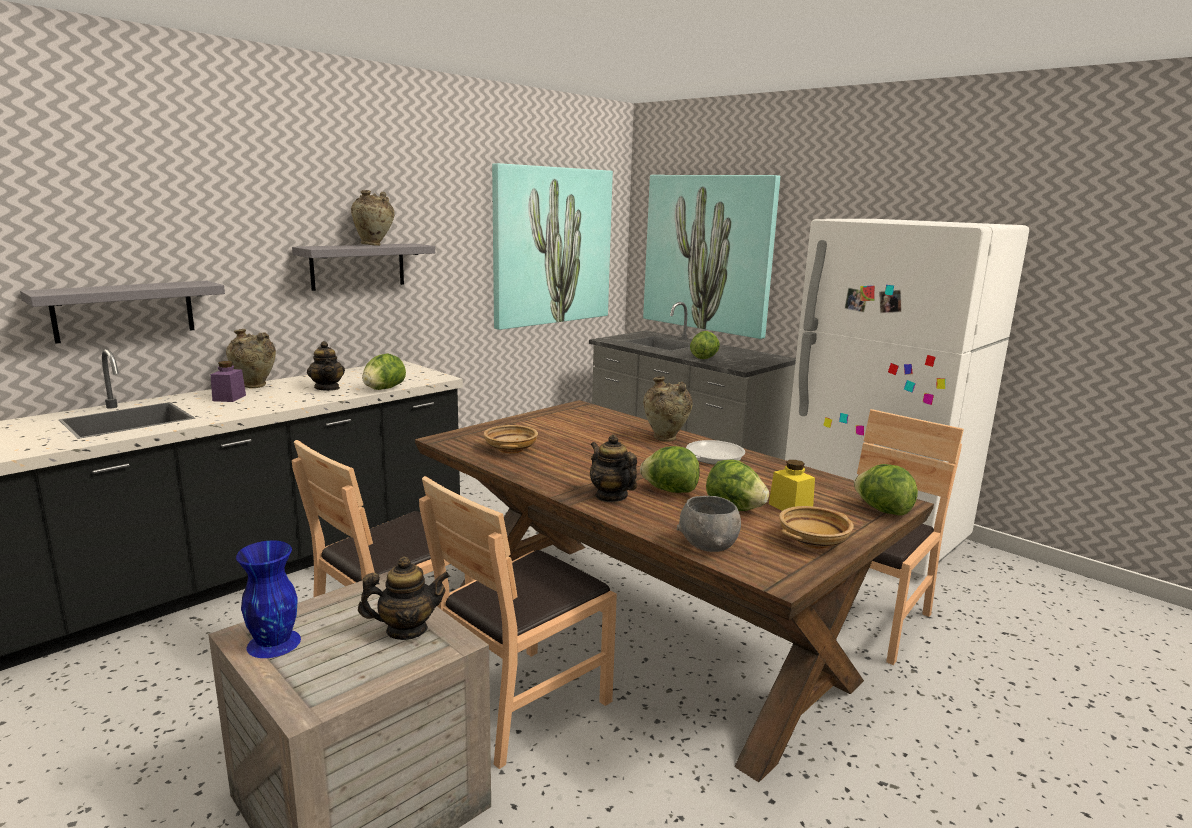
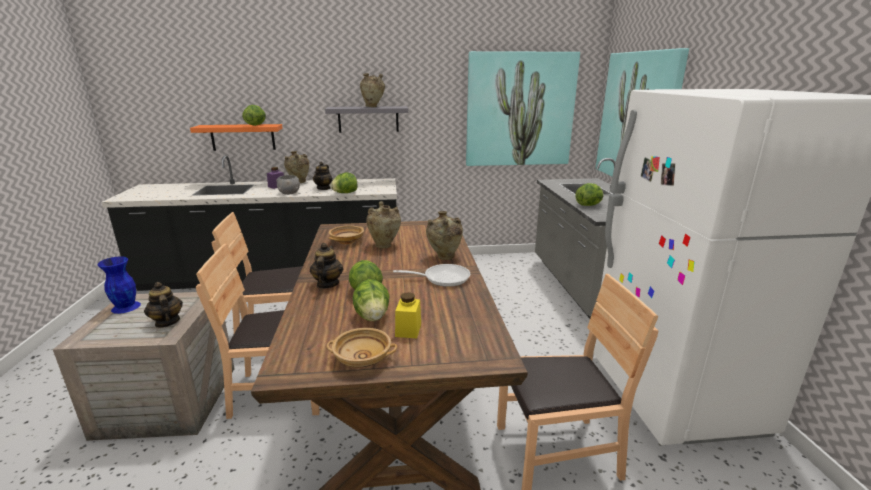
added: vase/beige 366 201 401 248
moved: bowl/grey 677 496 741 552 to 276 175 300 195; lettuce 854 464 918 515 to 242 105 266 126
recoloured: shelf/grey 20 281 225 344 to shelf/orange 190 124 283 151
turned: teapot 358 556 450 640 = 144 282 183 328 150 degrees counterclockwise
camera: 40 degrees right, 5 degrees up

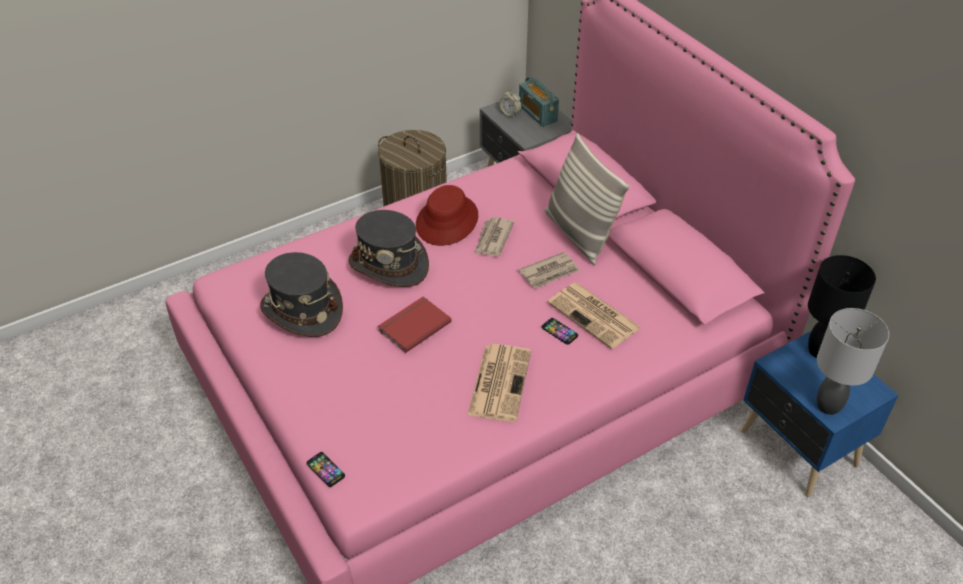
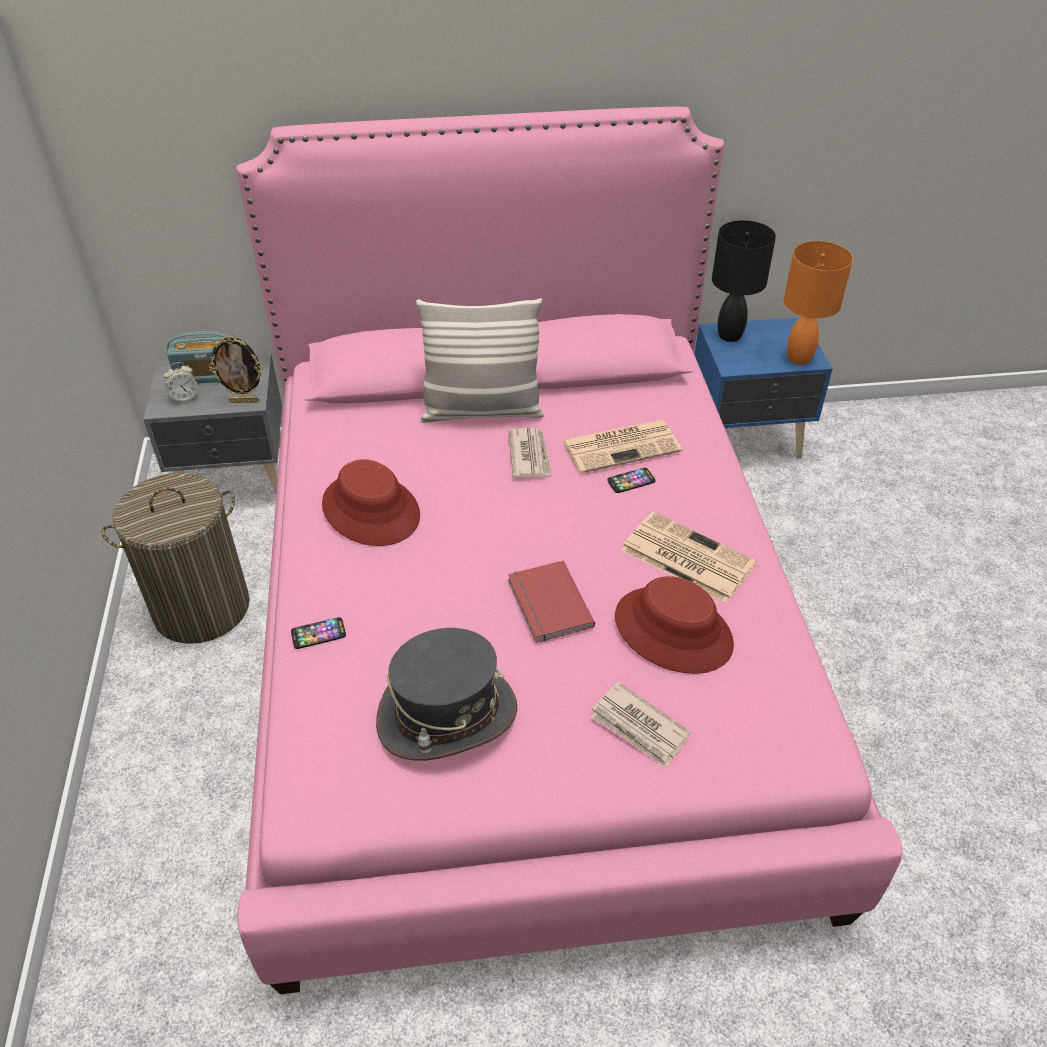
removed: hat/grey 348 210 429 287
added: picture frame 209 336 263 403; hat/red 615 576 734 674
moved: phone 307 452 345 487 to 291 617 346 649; newspaper 475 217 514 256 to 590 682 691 768
recoloured: table lamp/grey 817 308 889 415 to table lamp/orange 784 241 853 365
camera: 65 degrees left, 0 degrees up

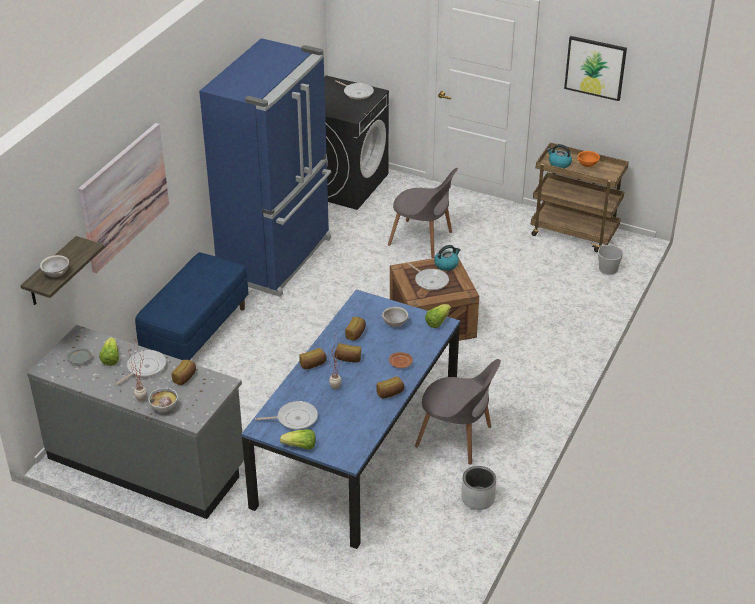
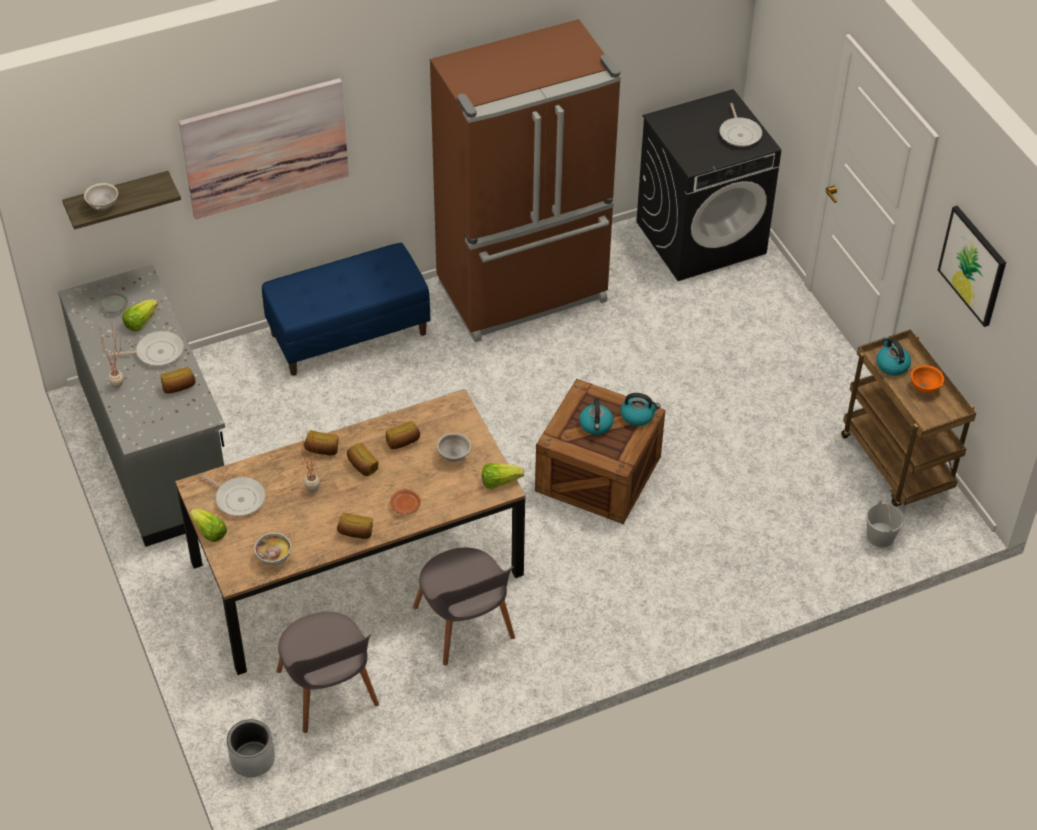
moved: bowl 149 388 178 412 to 255 533 291 565; chair/grey 388 168 458 258 to 277 612 379 733; planter/grey 461 466 496 510 to 227 719 275 777
replaced: frying pan 408 263 449 291 to kettle 579 398 614 435
recoloured: fridge/blue 199 38 331 297 to fridge/brown 430 19 621 342; dining table/blue 241 289 460 549 to dining table/brown 175 389 526 675
camera: 40 degrees right, 10 degrees up

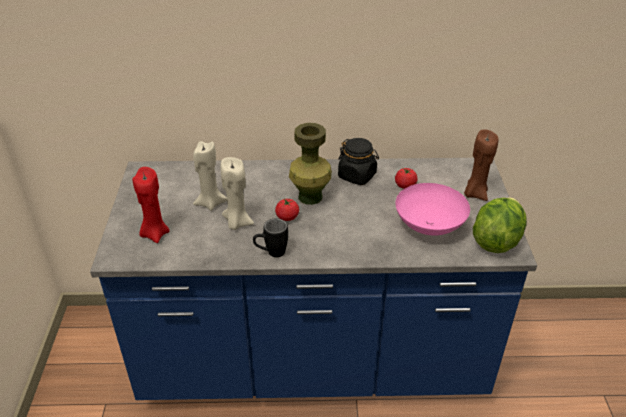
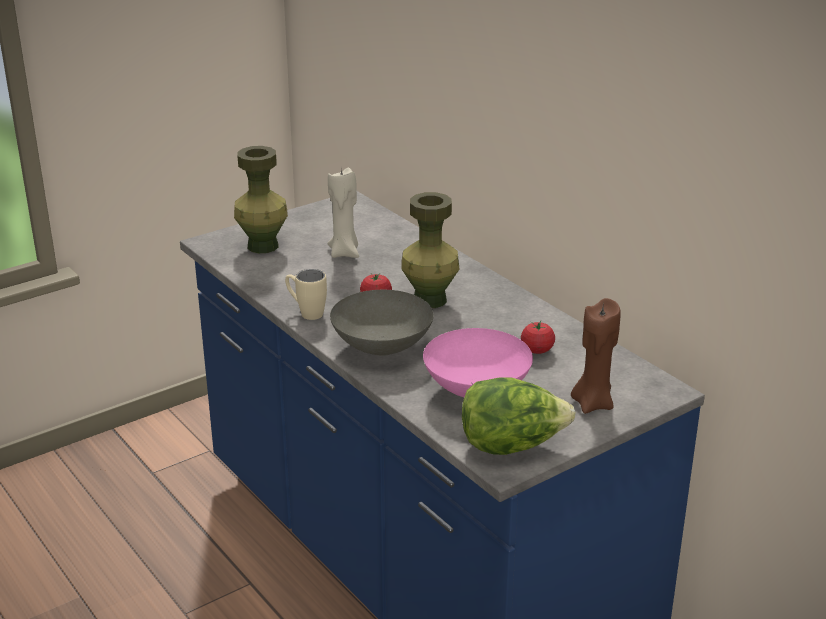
removed: candle/beige 220 157 254 230; jar/black 338 138 379 185
added: bowl/grey 330 290 434 356
replaced: candle/red 132 167 170 243 to vase/green 234 146 288 253
recoloured: mug/black 253 218 288 257 to mug/beige 285 269 327 320
camera: 55 degrees right, 10 degrees down

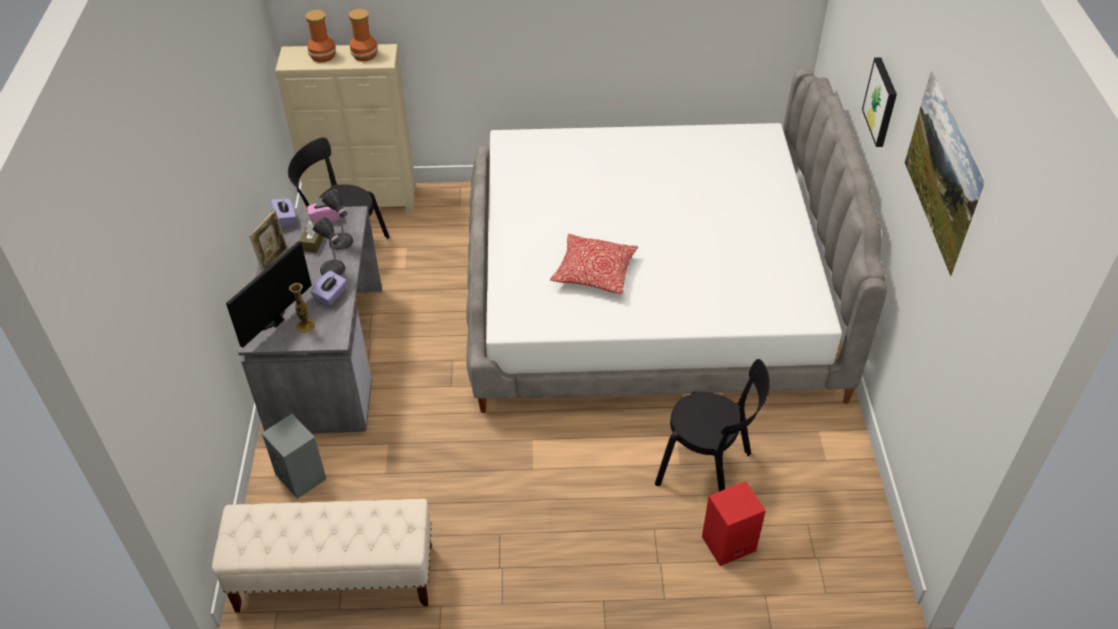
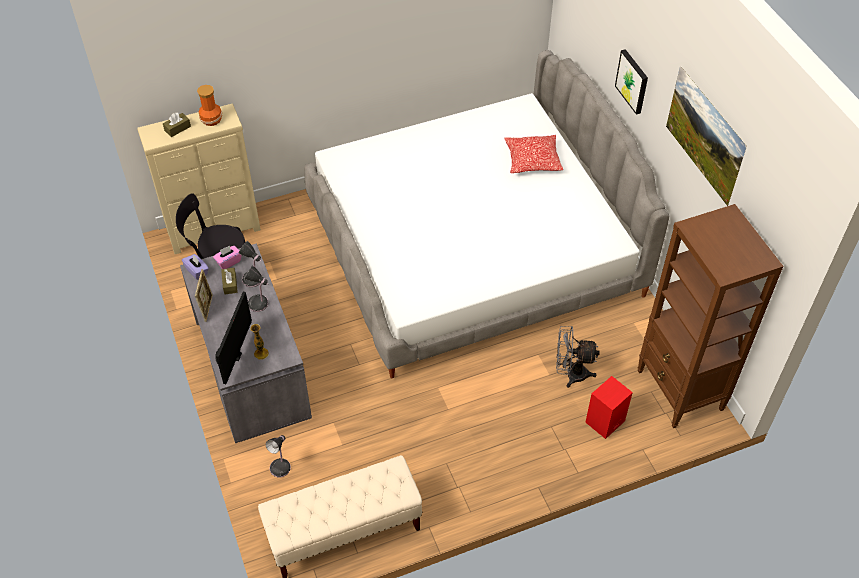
removed: tissue box/purple 311 271 347 306
added: bookcase/brown 637 204 784 428
moved: pillow 550 234 638 294 to 505 135 563 173
replaced: speaker/grey 261 414 326 499 to table lamp 266 435 291 477; vase 305 10 336 62 to tissue box/brown 163 112 191 137; chair/black 655 359 770 491 to fan/grey 556 326 600 388
camera: 20 degrees left, 5 degrees up

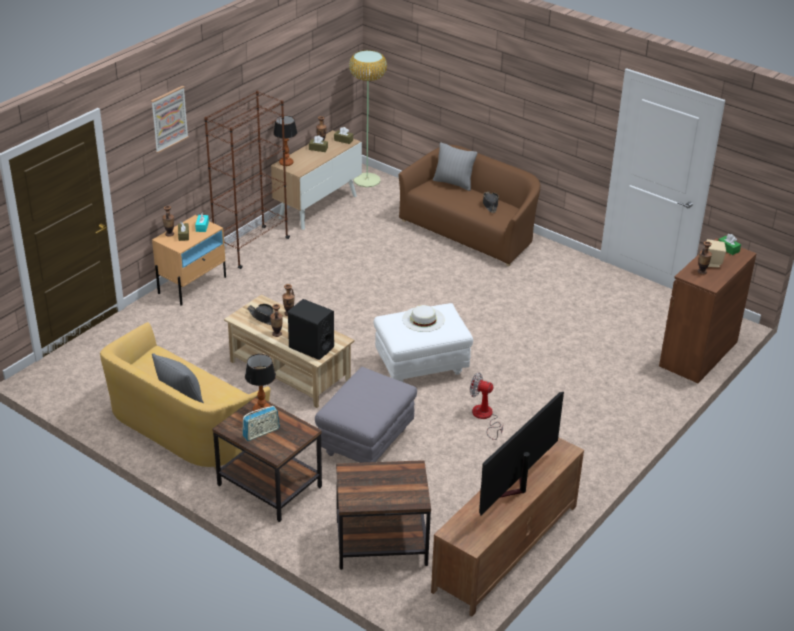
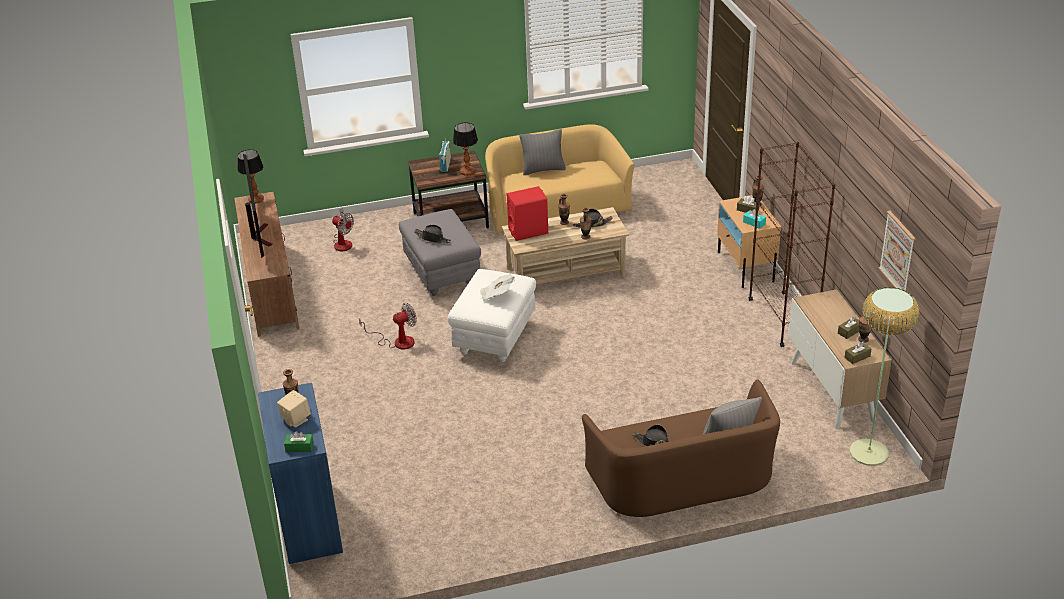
added: hat/black 414 225 451 244
moved: picture 151 86 189 153 to 878 211 915 292; table lamp 274 116 297 166 to 237 149 264 203
replaced: side table/brown 336 460 431 570 to fan 332 208 354 251; hat/white 402 305 445 332 to newspaper 480 274 515 301
recoloured: speaker/black 287 299 334 360 to speaker/red 507 186 548 241; cabinet/brown 659 238 757 383 to cabinet/blue 258 383 343 564
camera: 130 degrees right, 0 degrees up

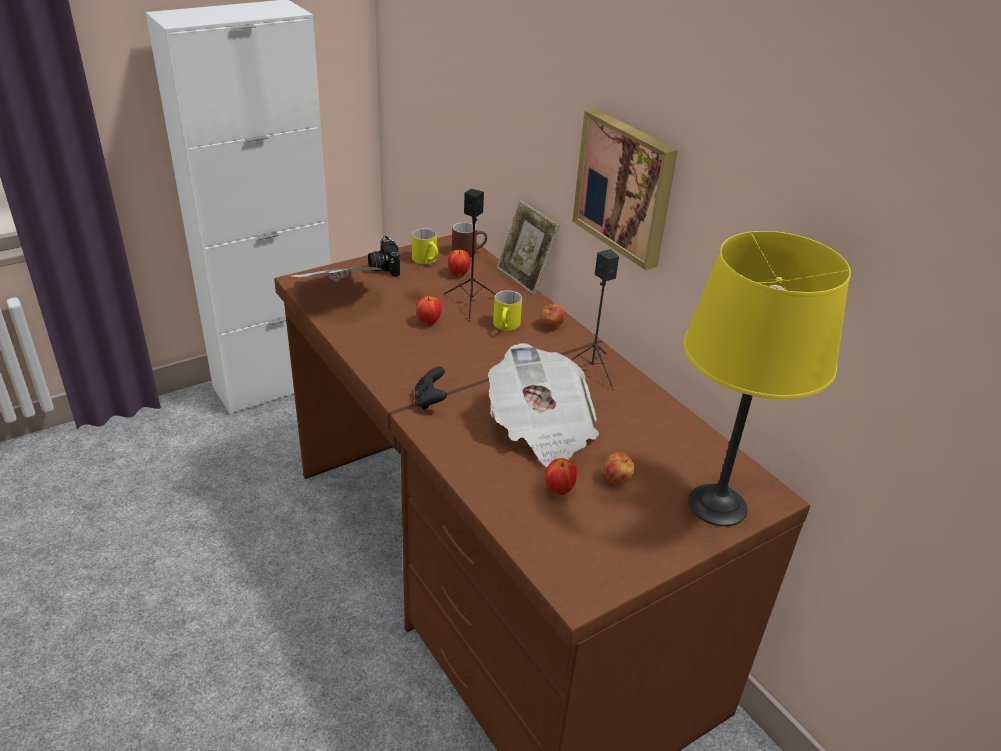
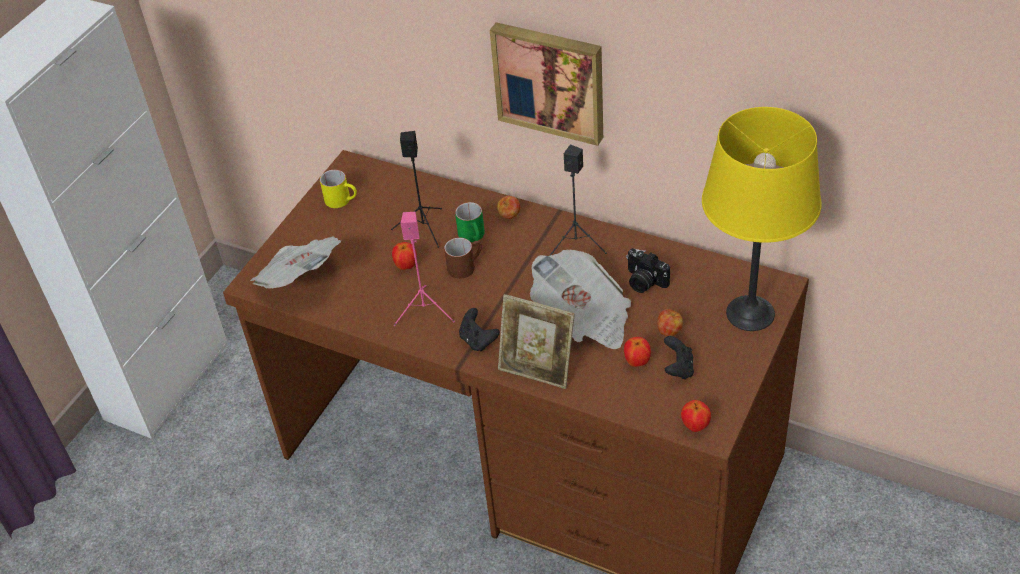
added: speaker/pink 394 212 455 326; game controller/black 664 336 694 380
moved: photo camera 368 236 400 277 to 626 248 670 293; apple 448 248 471 276 to 681 400 711 432; mug/brown 452 222 487 257 to 444 238 482 279; picture frame 497 200 560 295 to 498 294 575 389
recoloured: mug/yellow 493 290 522 331 to mug/green 455 202 485 242
camera: 25 degrees left, 10 degrees up

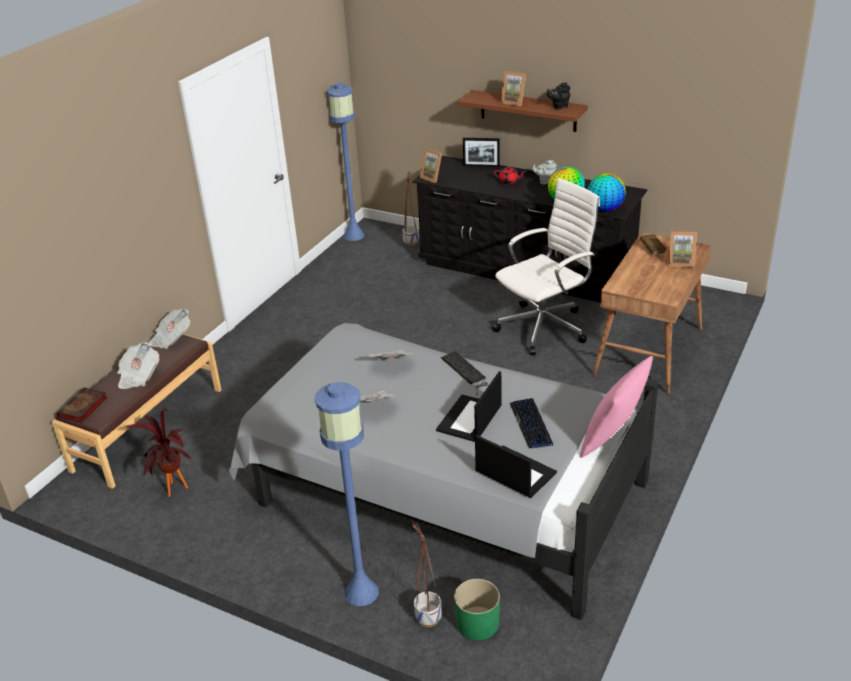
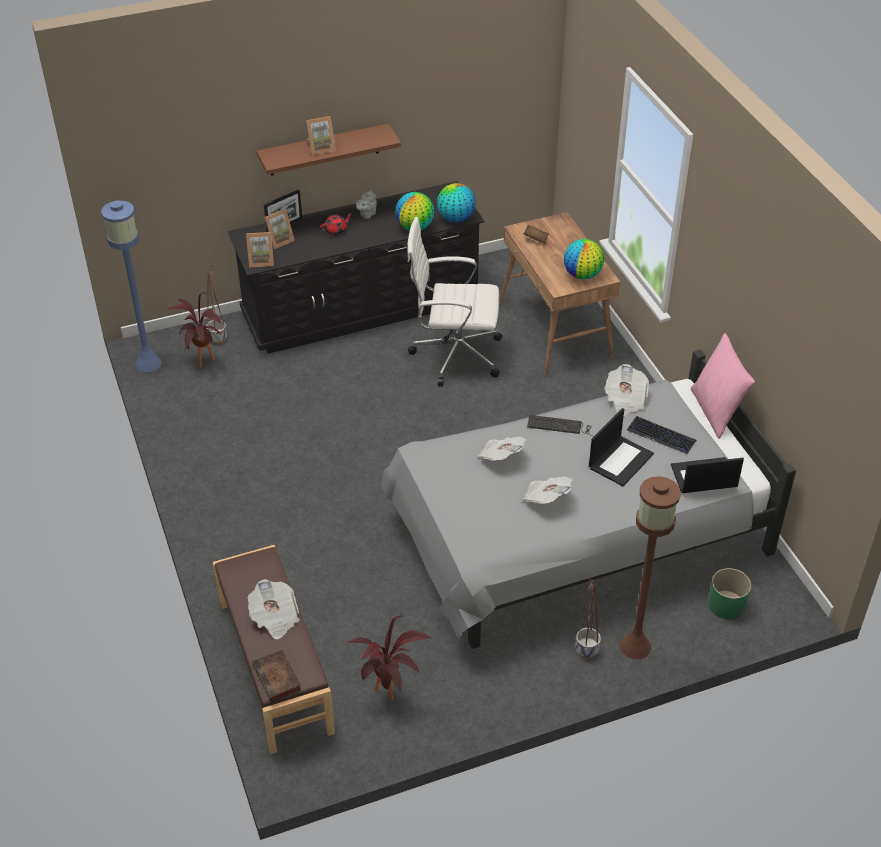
removed: teapot/black 547 82 570 110
added: potted plant 167 292 221 367; globe 564 239 604 279
moved: newspaper 149 309 190 349 to 604 364 649 415; planter 412 521 442 627 to 575 578 601 659; picture frame 668 231 697 267 to 264 209 295 249
recoloured: floor lamp/blue 315 382 379 606 to floor lamp/brown 620 476 681 659
turned: laptop 436 371 502 442 = 589 408 654 486 120 degrees counterclockwise; office chair/white 492 178 600 355 = 407 217 502 386 90 degrees counterclockwise
camera: 50 degrees left, 10 degrees up

